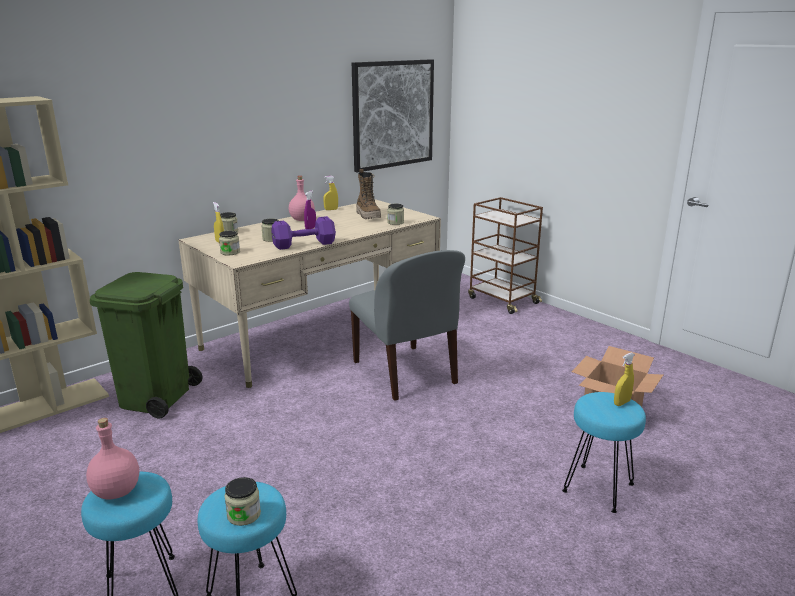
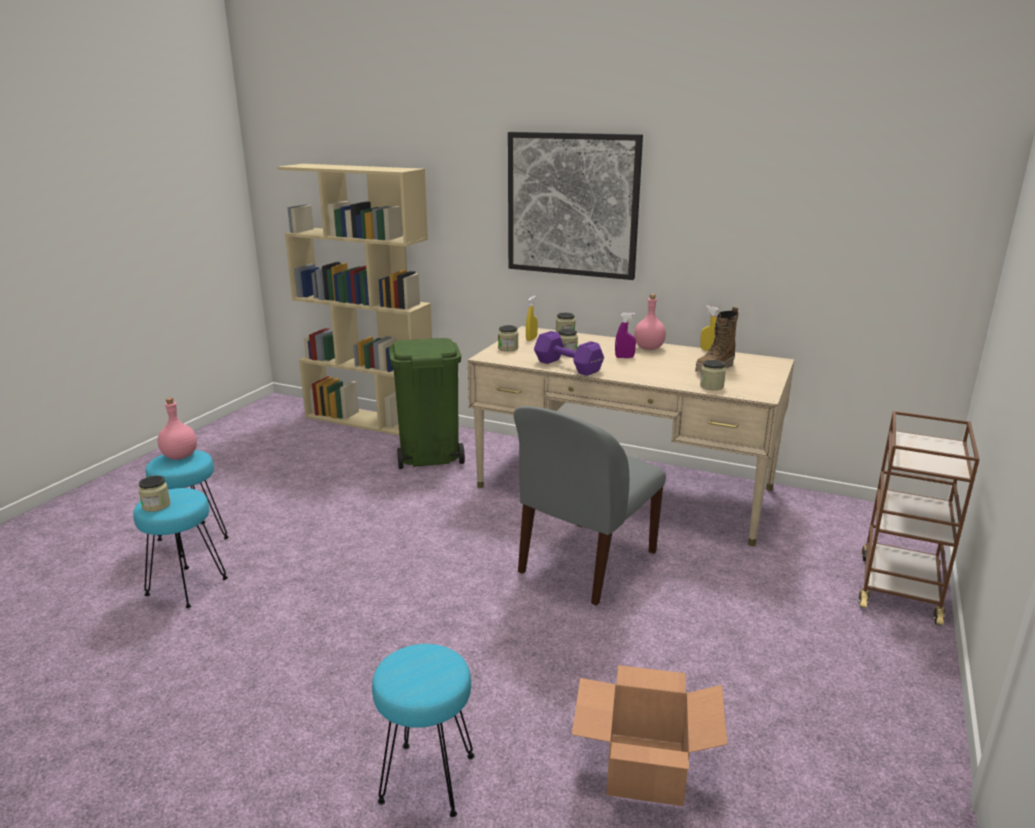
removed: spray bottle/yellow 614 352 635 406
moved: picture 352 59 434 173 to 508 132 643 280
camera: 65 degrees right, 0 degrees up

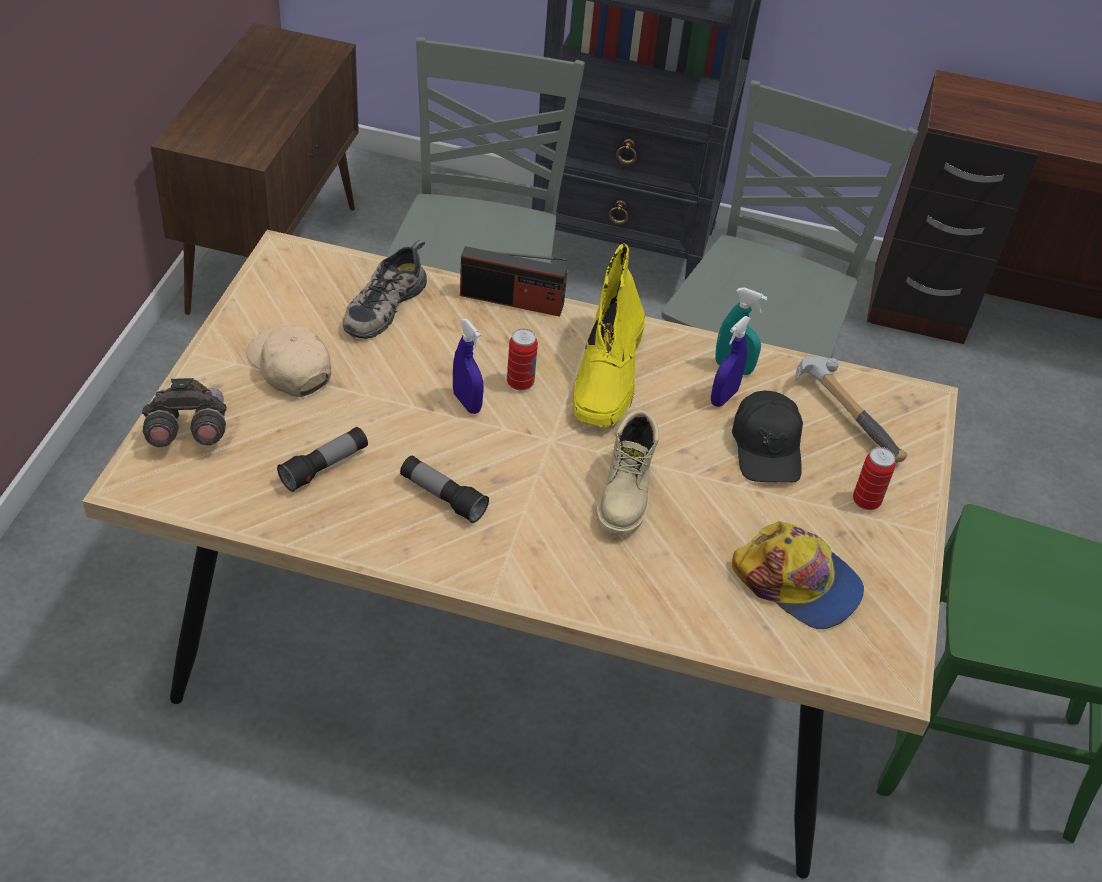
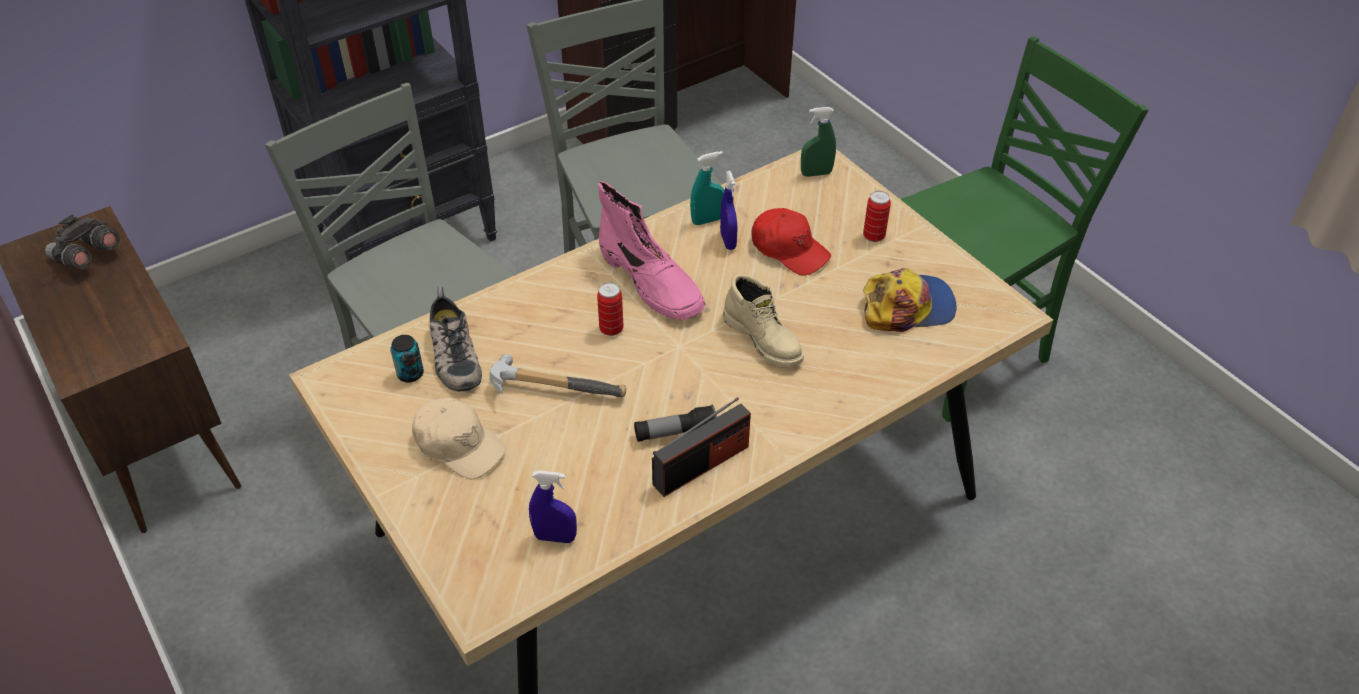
removed: flashlight 277 427 368 492
added: can 390 335 424 383; spray bottle/green 801 107 836 177
moved: binoculars/grey 142 378 227 447 to 45 215 120 270; spray bottle/blue 453 319 484 414 to 529 471 577 543; radio 460 246 567 317 to 652 397 751 497; hammer 795 356 907 462 to 490 354 626 397
recoloured: boot/yellow 573 243 645 428 to boot/pink 598 181 705 320; cap/black 732 391 803 483 to cap/red 751 208 831 275
turned: cap/beige 246 325 331 397 = 412 398 507 479 150 degrees counterclockwise
camera: 45 degrees left, 0 degrees up

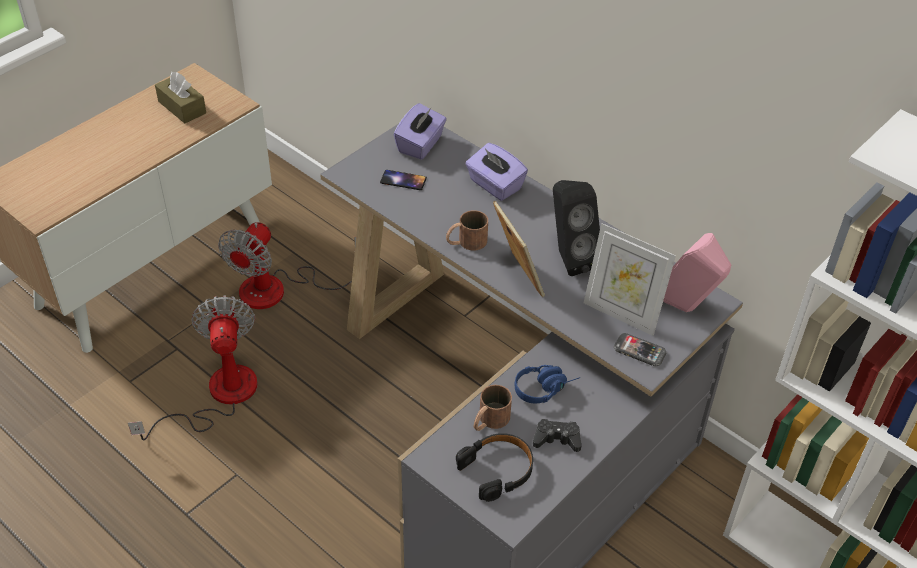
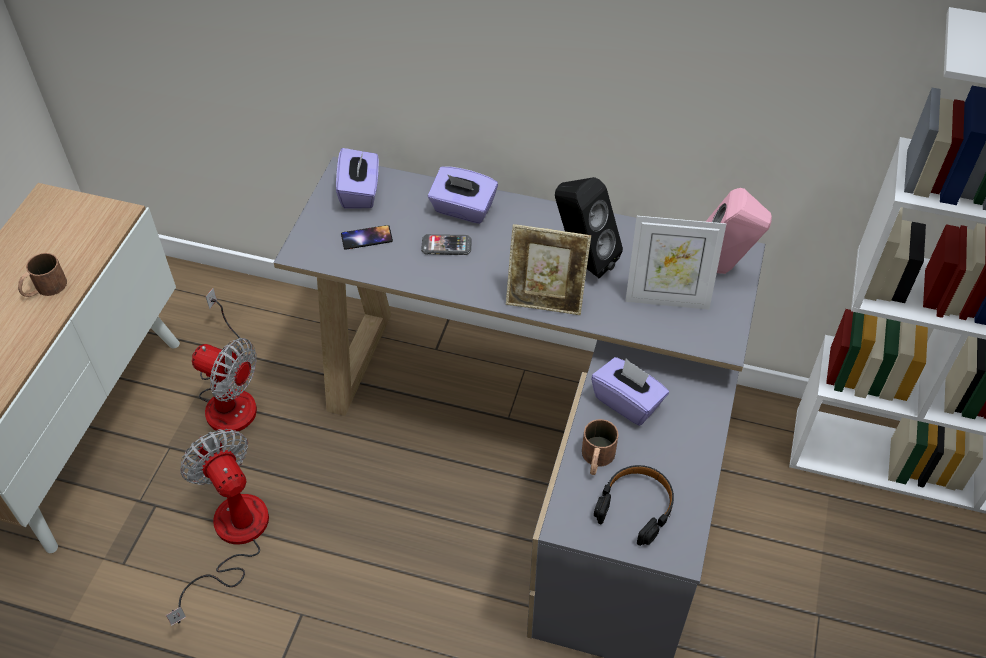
removed: tissue box/brown 155 72 206 123; game controller/black 533 419 582 452
moved: mug/brown 446 210 488 250 to 18 253 67 297; phone 614 333 667 367 to 421 234 472 255
replaced: headphones/blue 515 365 580 404 to tissue box/purple 591 357 669 426
turned: fan 218 222 356 309 = 192 288 257 432 60 degrees counterclockwise; picture frame 493 201 545 297 = 506 224 591 315 150 degrees clockwise
camera: 25 degrees left, 5 degrees up

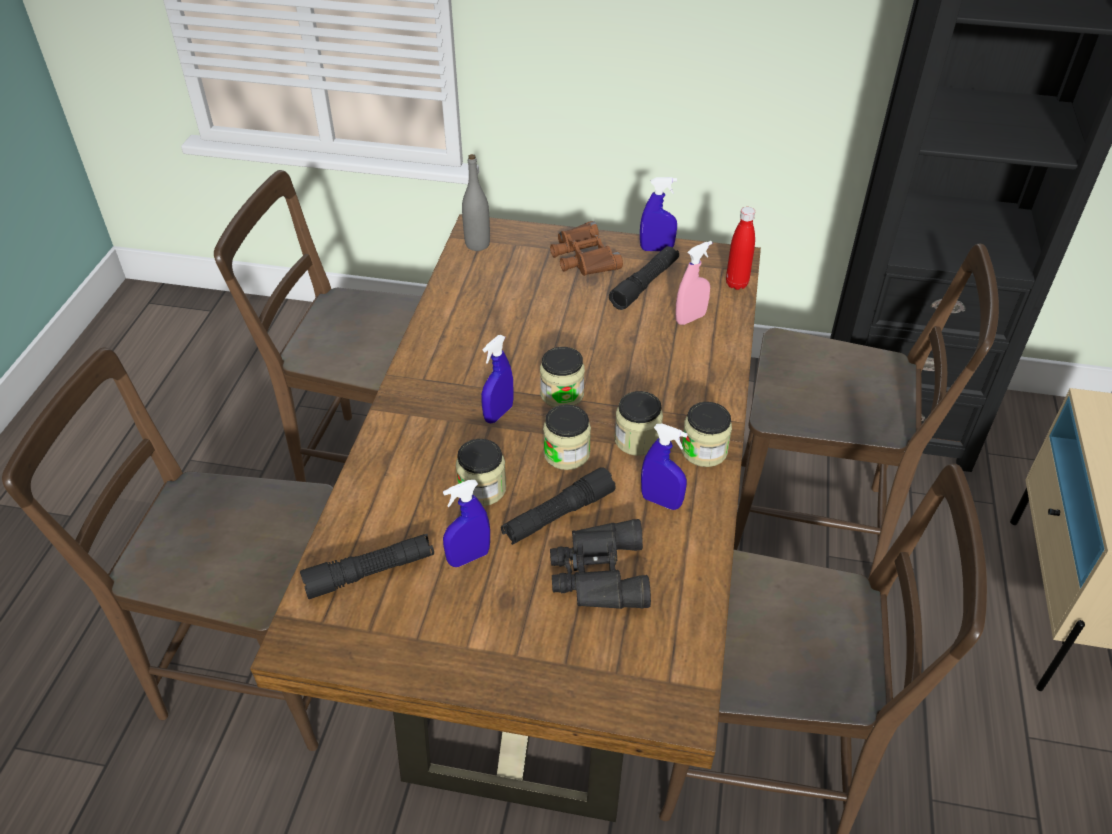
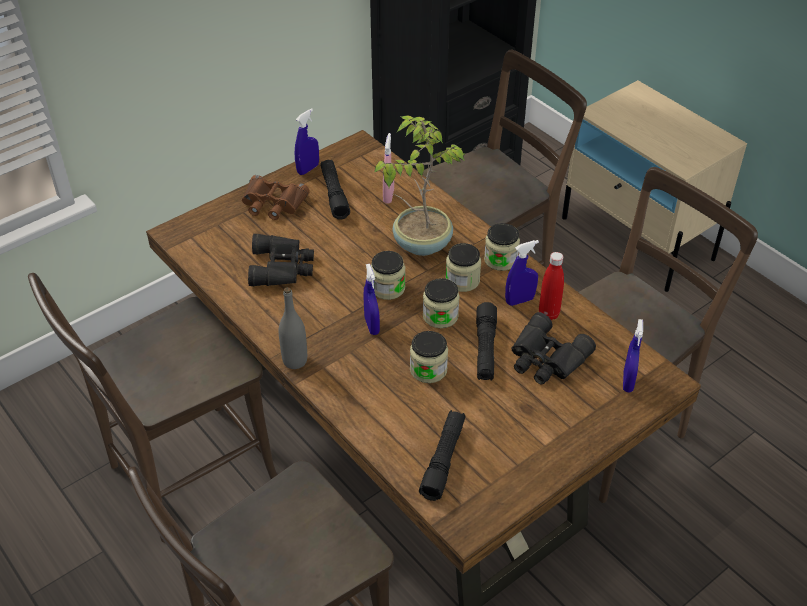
added: binoculars/black 248 234 314 286; potted plant 374 115 466 256
moved: spray bottle/blue 443 480 490 567 to 623 319 643 393; bottle/grey 462 154 490 251 to 279 287 307 369; bottle/red 726 207 755 290 to 539 252 564 320
camera: 50 degrees left, 0 degrees up

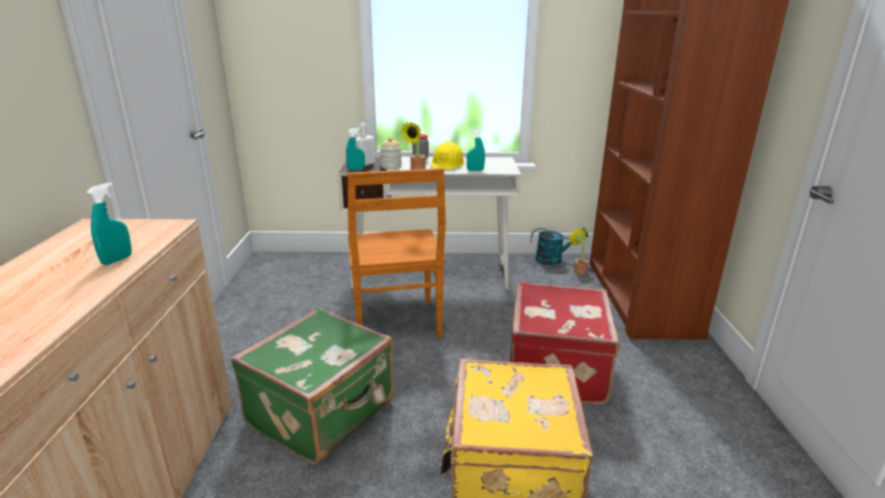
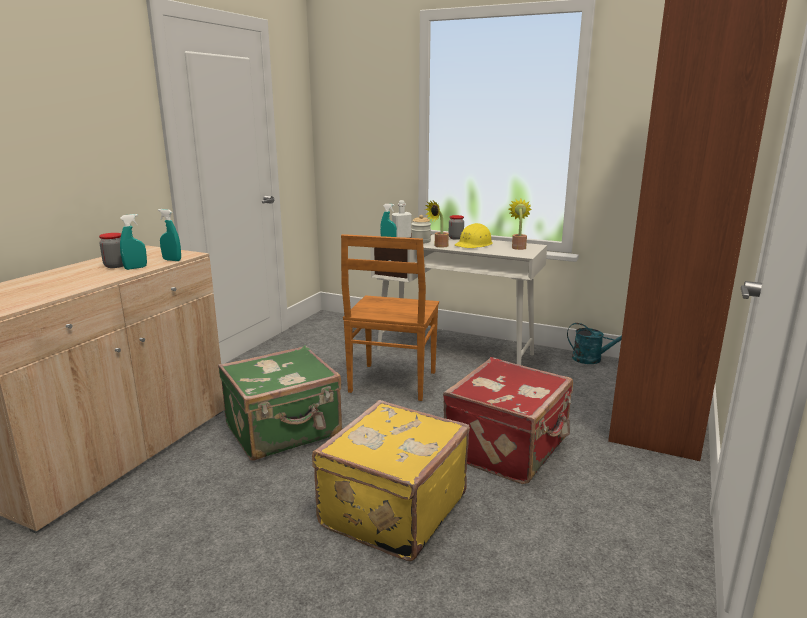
added: jar 99 233 123 268
moved: spray bottle/turquoise 467 129 485 171 to 158 209 181 261; potted plant 569 227 588 275 to 509 199 532 250
camera: 25 degrees right, 5 degrees down

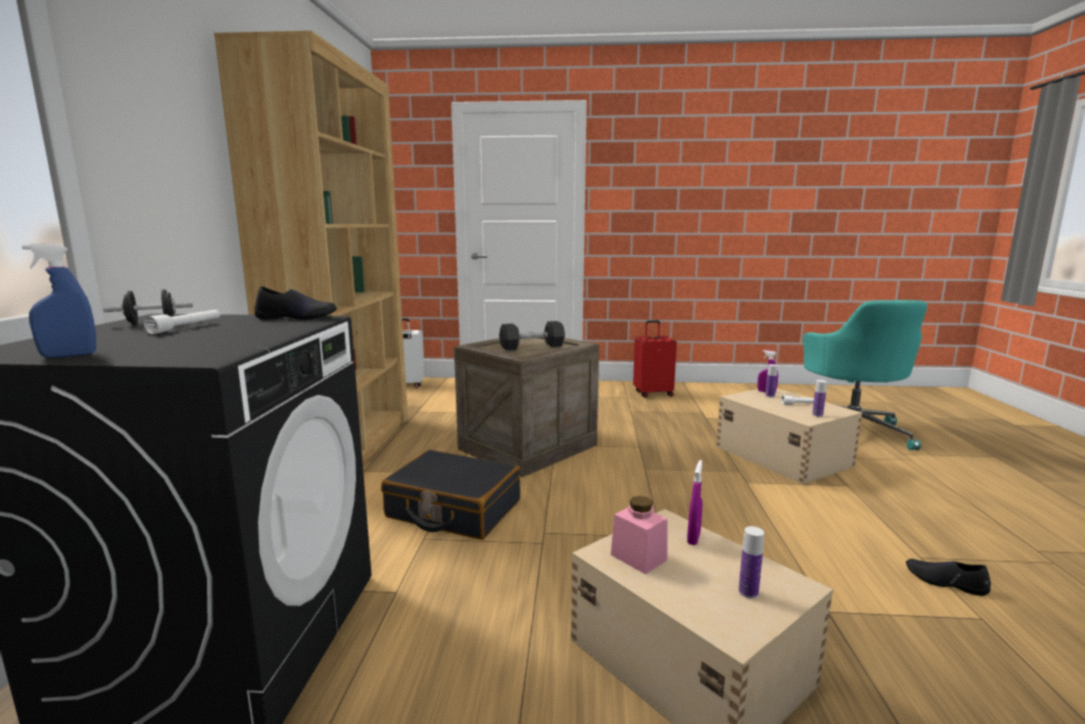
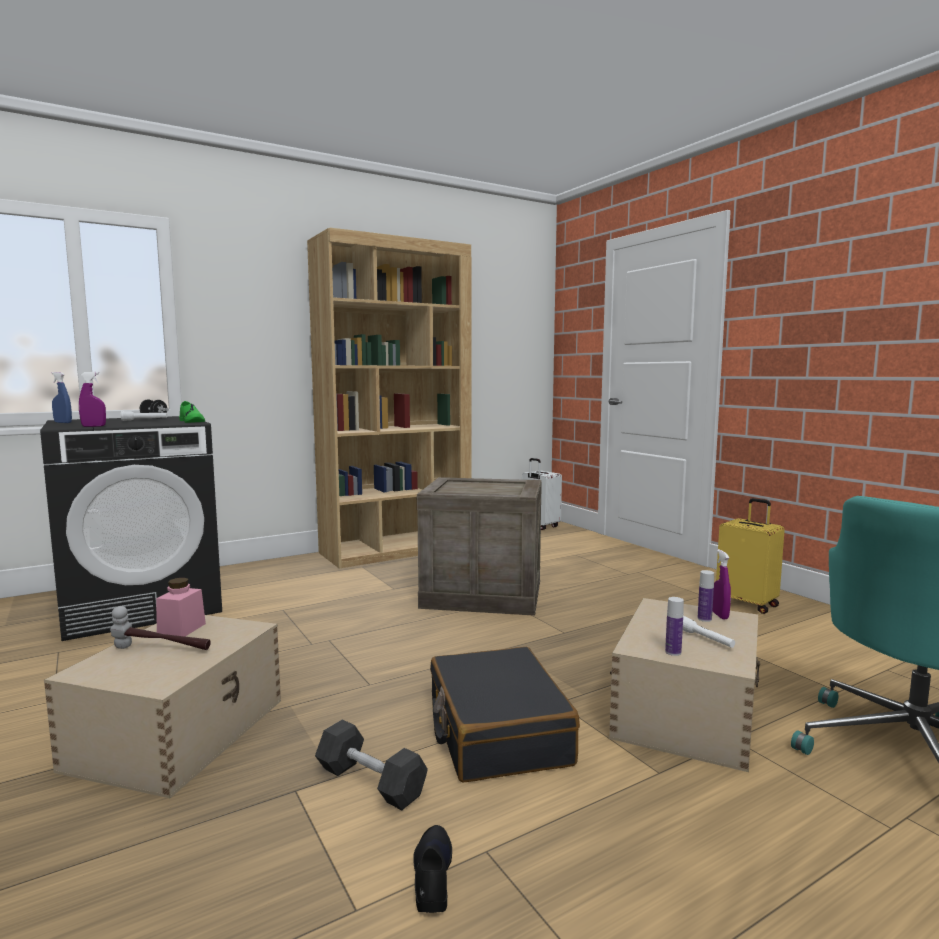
removed: bottle 739 526 764 599
added: hammer 110 606 211 650
moved: suitcase/black 381 450 520 540 to 430 647 580 783; dumbbell/grey 499 321 565 350 to 315 719 428 810; spray bottle/purple 687 460 702 545 to 79 372 106 427
recoloured: shoe/black 254 286 337 320 to shoe/green 179 401 205 423; suitcase/red 633 320 677 398 to suitcase/yellow 716 498 785 614
camera: 55 degrees right, 5 degrees down

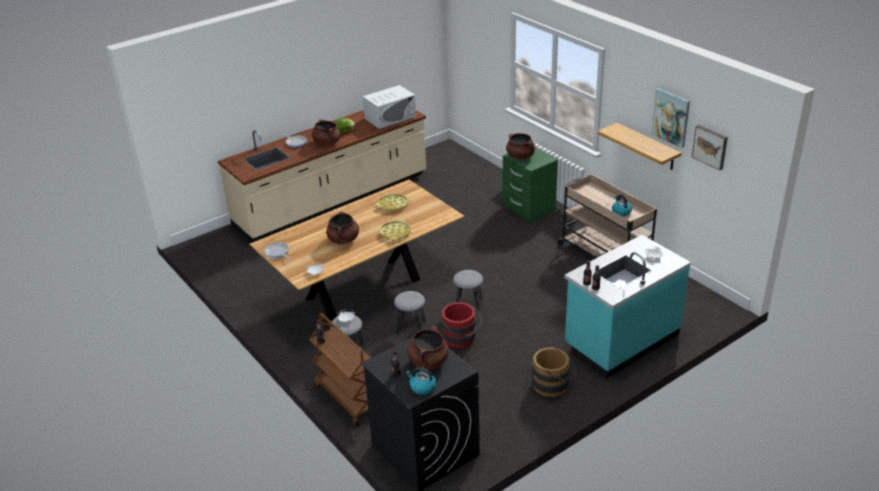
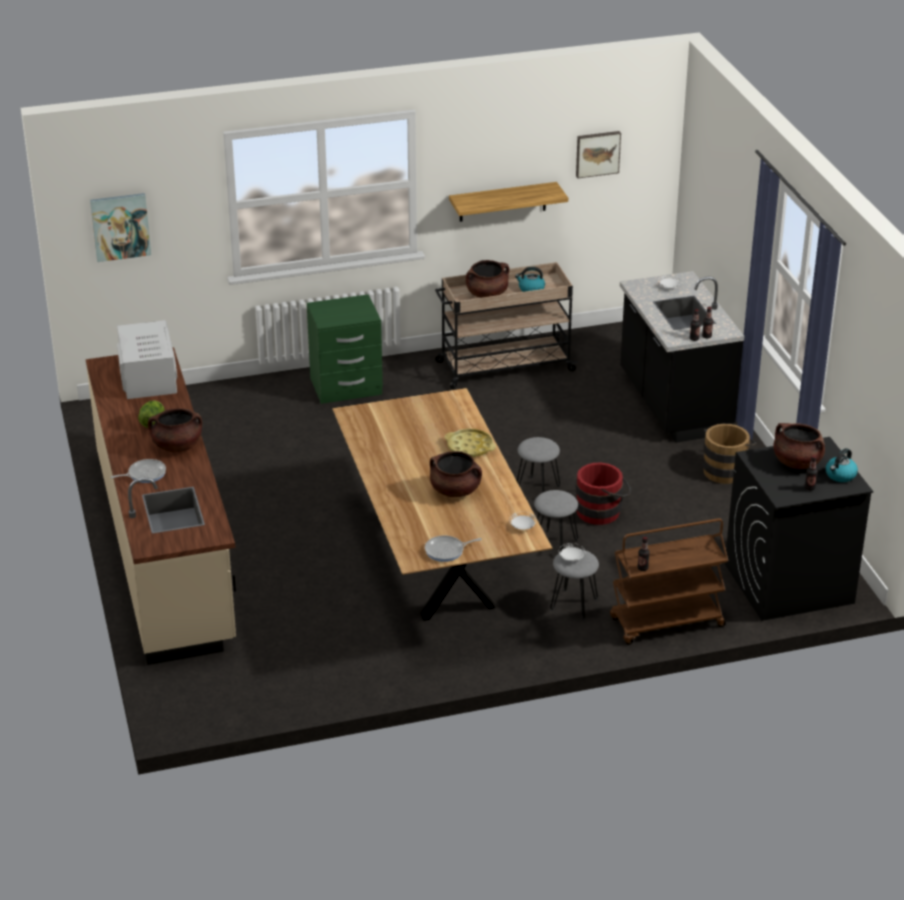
removed: tray/yellow 376 194 410 211
moved: cooking pot/brown 506 133 535 159 to 466 260 509 298; picture 651 88 690 148 to 90 193 151 262
recoloured: counter/turquoise 564 235 691 379 to counter/black 620 271 744 443
camera: 70 degrees left, 0 degrees up

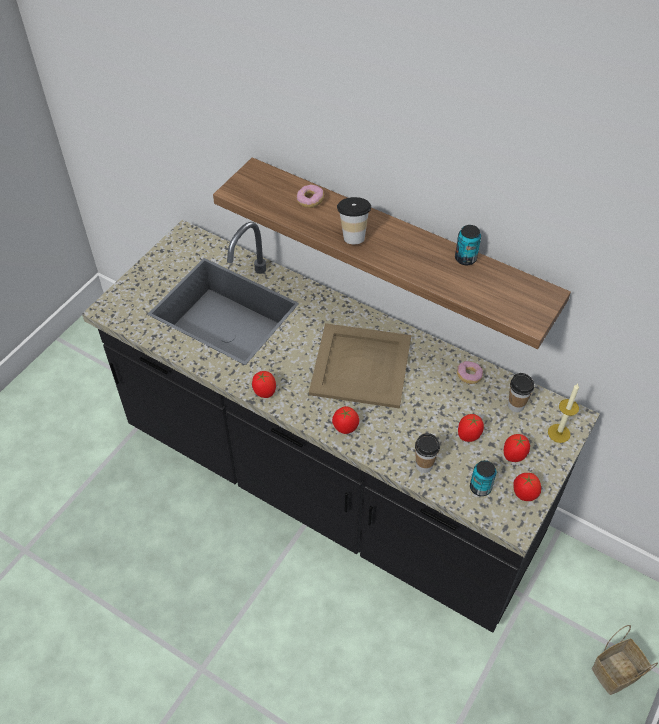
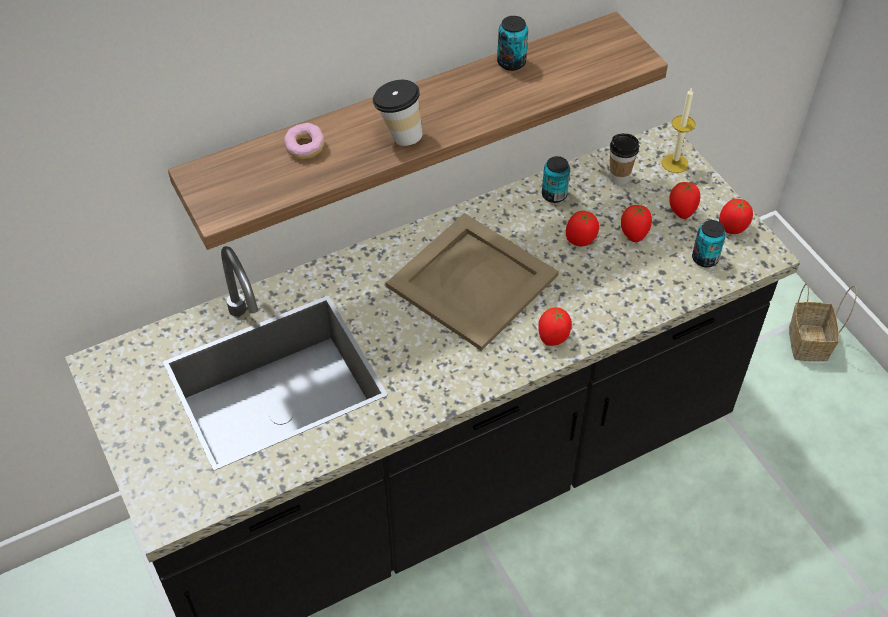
removed: cup 415 433 440 473
moved: tomato 252 371 276 398 to 566 211 599 246
replaced: donut 457 361 483 384 to can 542 156 570 203
camera: 60 degrees left, 0 degrees up

